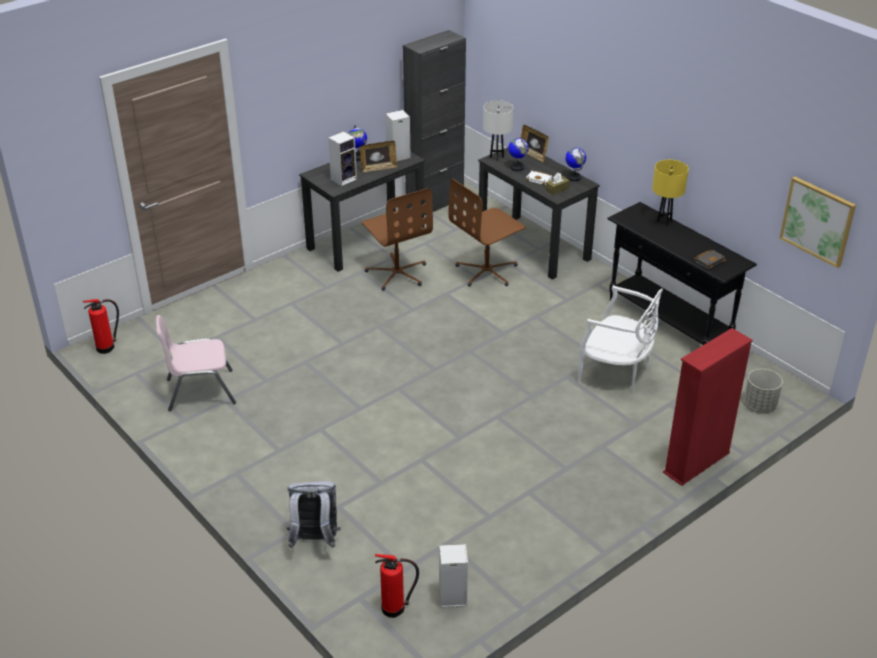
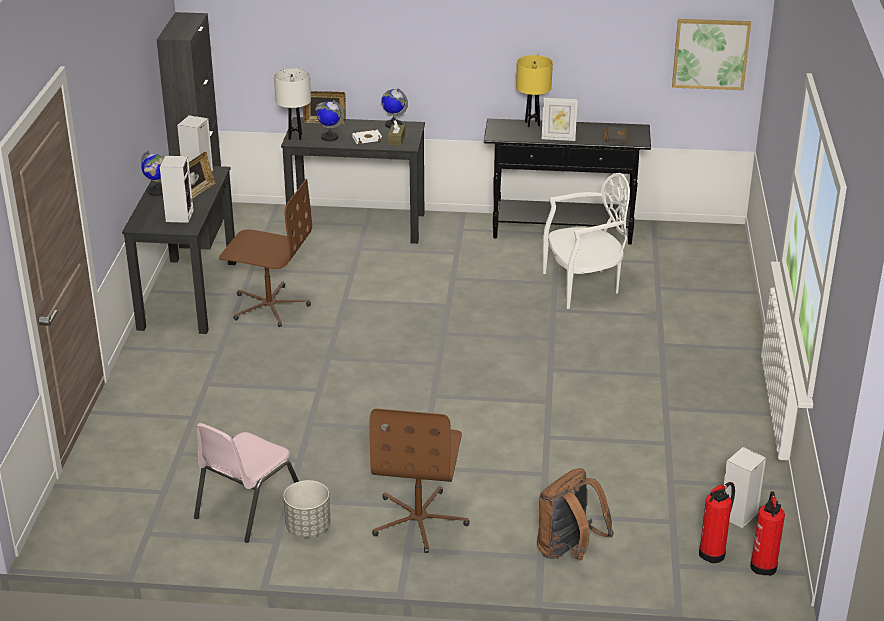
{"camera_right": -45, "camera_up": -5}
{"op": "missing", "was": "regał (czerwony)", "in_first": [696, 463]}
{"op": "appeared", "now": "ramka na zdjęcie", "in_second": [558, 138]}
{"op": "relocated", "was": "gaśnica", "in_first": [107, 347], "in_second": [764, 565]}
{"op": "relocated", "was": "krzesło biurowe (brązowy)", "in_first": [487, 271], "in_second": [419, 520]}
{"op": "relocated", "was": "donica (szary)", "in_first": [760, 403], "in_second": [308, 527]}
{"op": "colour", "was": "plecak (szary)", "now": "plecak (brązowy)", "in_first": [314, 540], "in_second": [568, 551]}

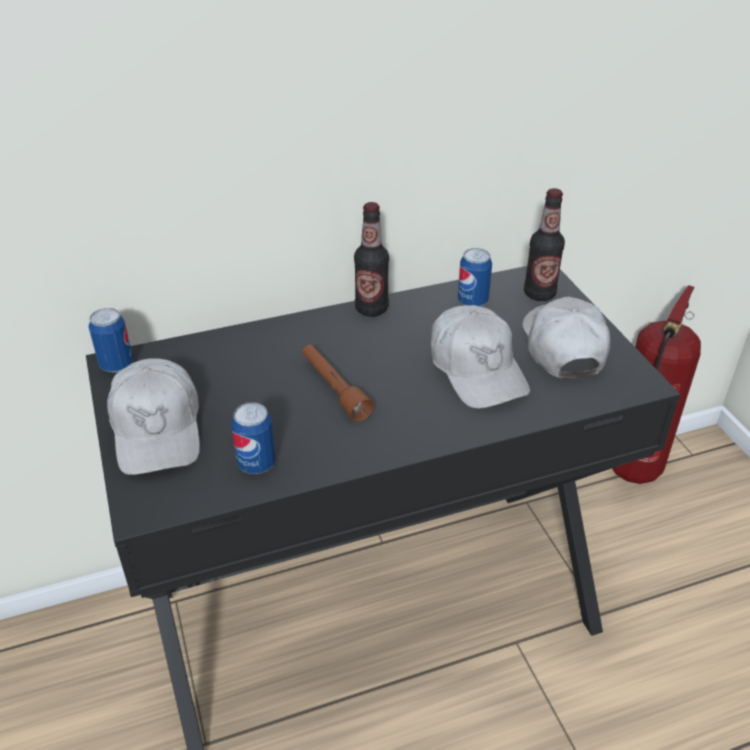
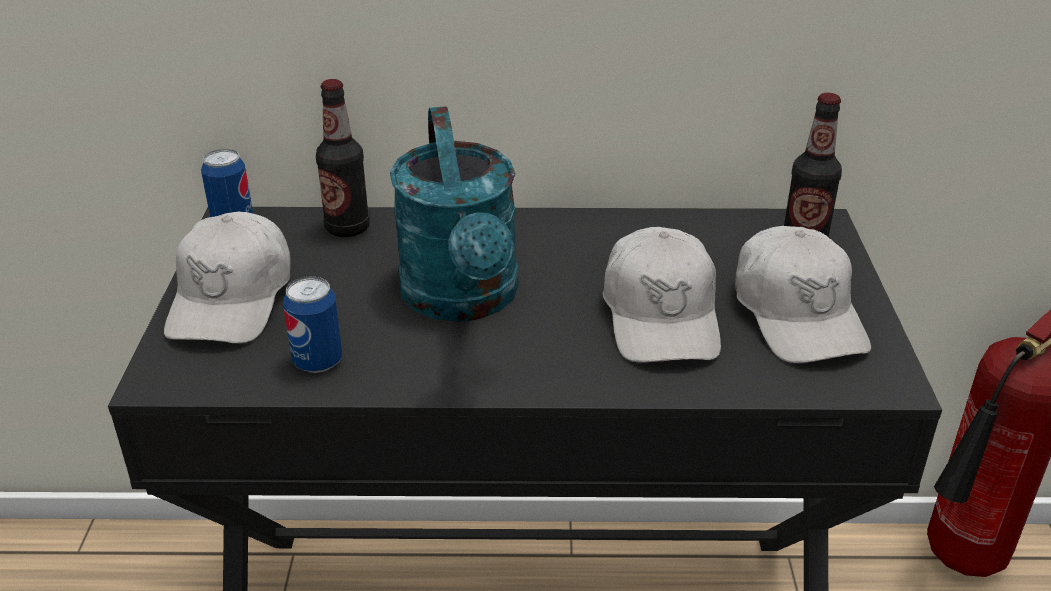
{"camera_right": 20, "camera_up": -5}
{"op": "missing", "was": "puszka", "in_first": [472, 301]}
{"op": "relocated", "was": "butelka", "in_first": [371, 309], "in_second": [347, 228]}
{"op": "exchanged", "was": "latarka (brązowy)", "now": "konewka (turkusowy)", "in_first": [334, 389], "in_second": [464, 300]}
{"op": "spun", "was": "czapka z daszkiem (biały)", "in_first": [562, 347], "in_second": [797, 314], "clockwise": 150}

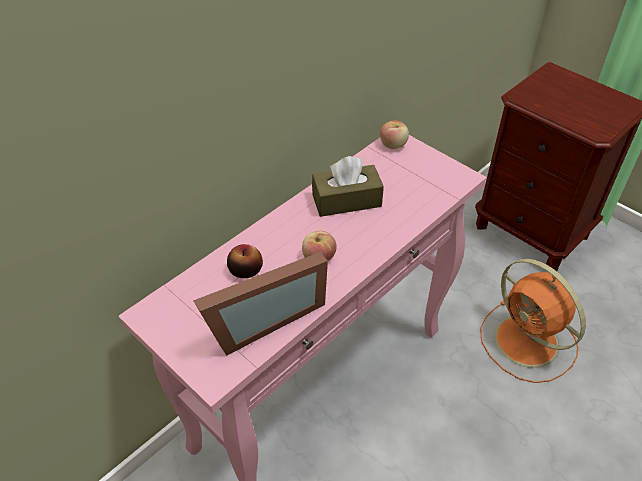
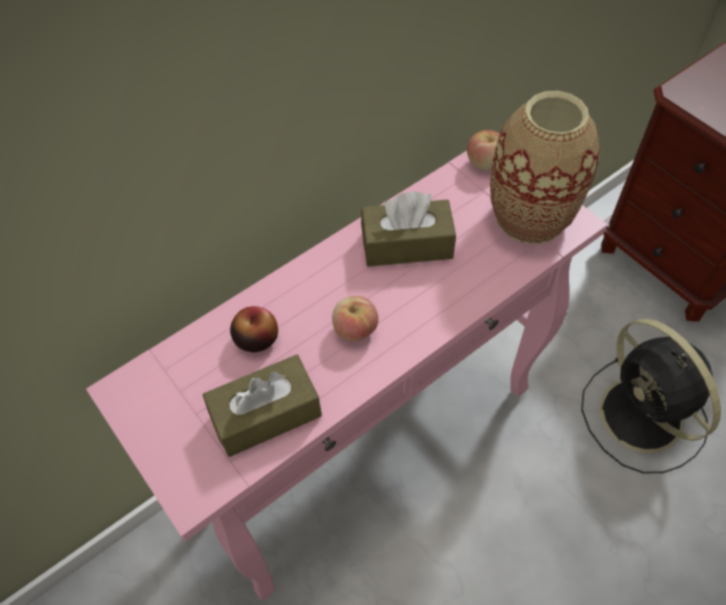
{"camera_right": 10, "camera_up": 10}
{"op": "appeared", "now": "wazon", "in_second": [530, 217]}
{"op": "exchanged", "was": "ramka na zdjęcie", "now": "pudełko chusteczek (brązowy)", "in_first": [262, 319], "in_second": [266, 414]}
{"op": "colour", "was": "wentylator (pomarańczowy)", "now": "wentylator (czarny)", "in_first": [528, 343], "in_second": [643, 418]}

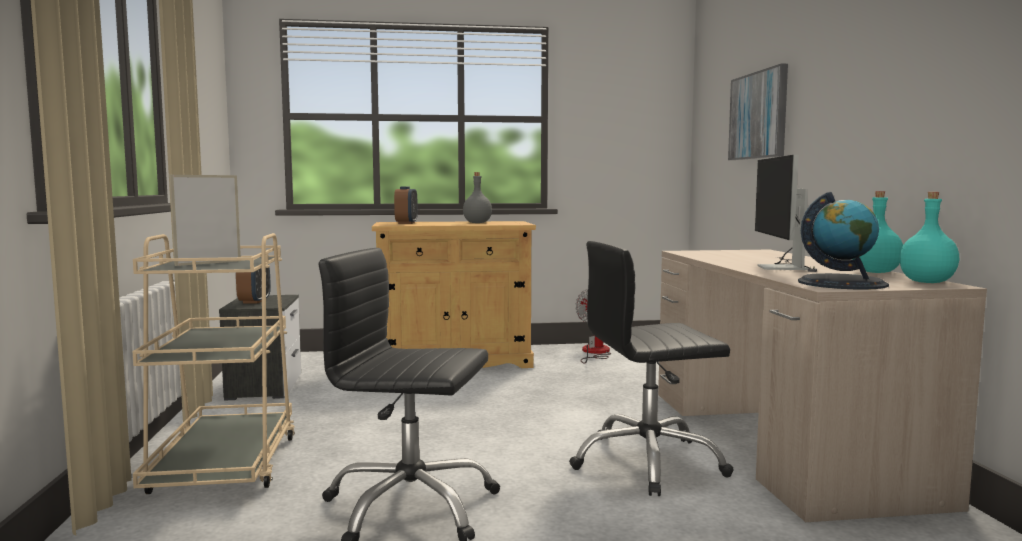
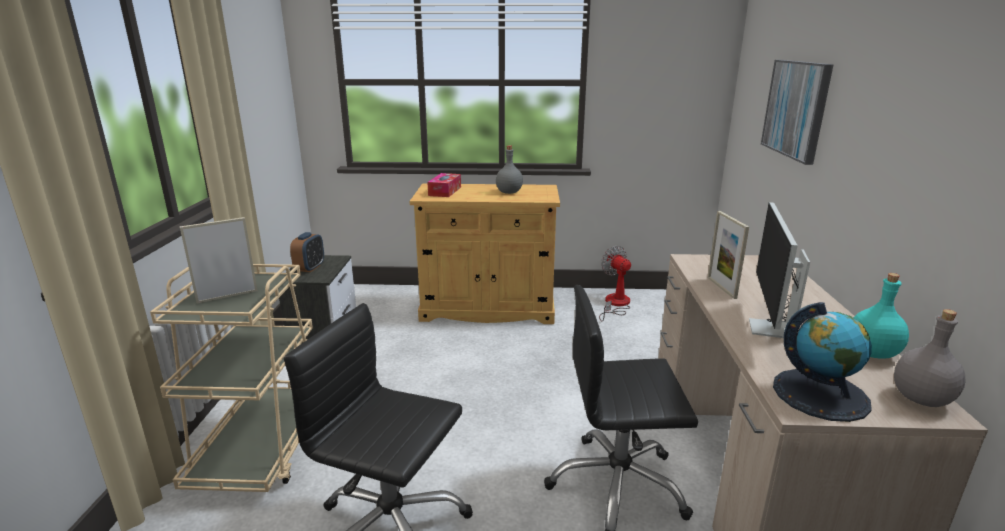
{"camera_right": 10, "camera_up": 15}
{"op": "appeared", "now": "ramka na zdjęcie", "in_second": [721, 287]}
{"op": "exchanged", "was": "budzik", "now": "pudełko chusteczek", "in_first": [406, 223], "in_second": [445, 191]}
{"op": "colour", "was": "butelka (turkusowy)", "now": "butelka (szary)", "in_first": [926, 282], "in_second": [920, 399]}

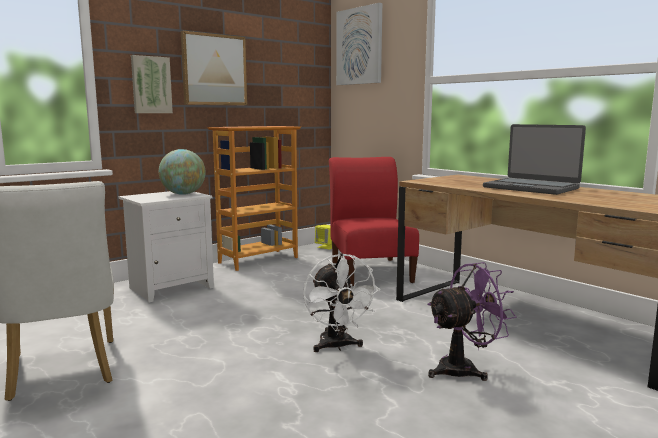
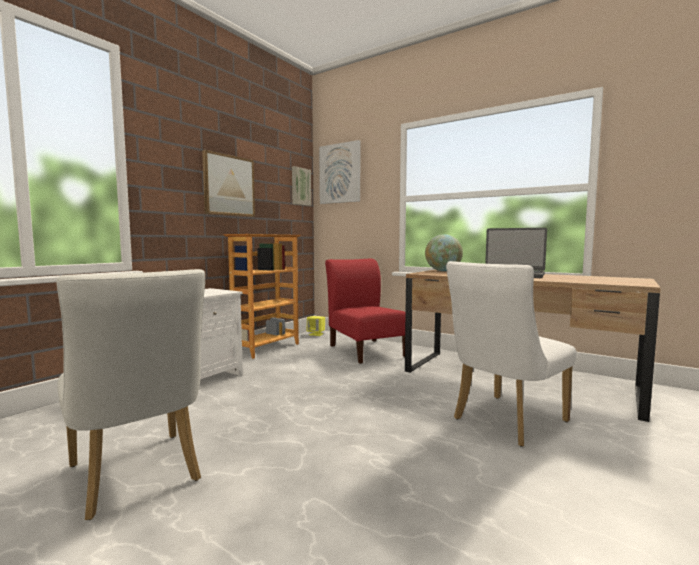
{"camera_right": -15, "camera_up": -5}
{"op": "missing", "was": "wentylator (biały)", "in_first": [337, 346]}
{"op": "relocated", "was": "obraz", "in_first": [151, 85], "in_second": [300, 186]}
{"op": "relocated", "was": "globus", "in_first": [183, 194], "in_second": [443, 271]}
{"op": "exchanged", "was": "wentylator (fioletowy)", "now": "krzesło (biały)", "in_first": [464, 369], "in_second": [504, 422]}

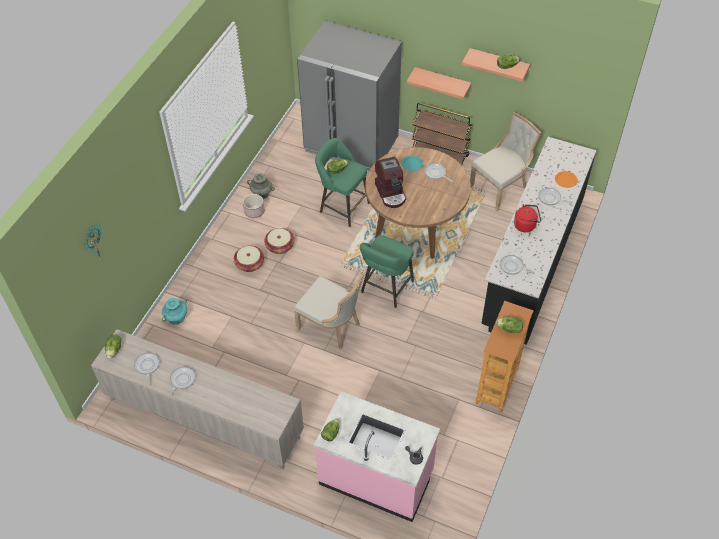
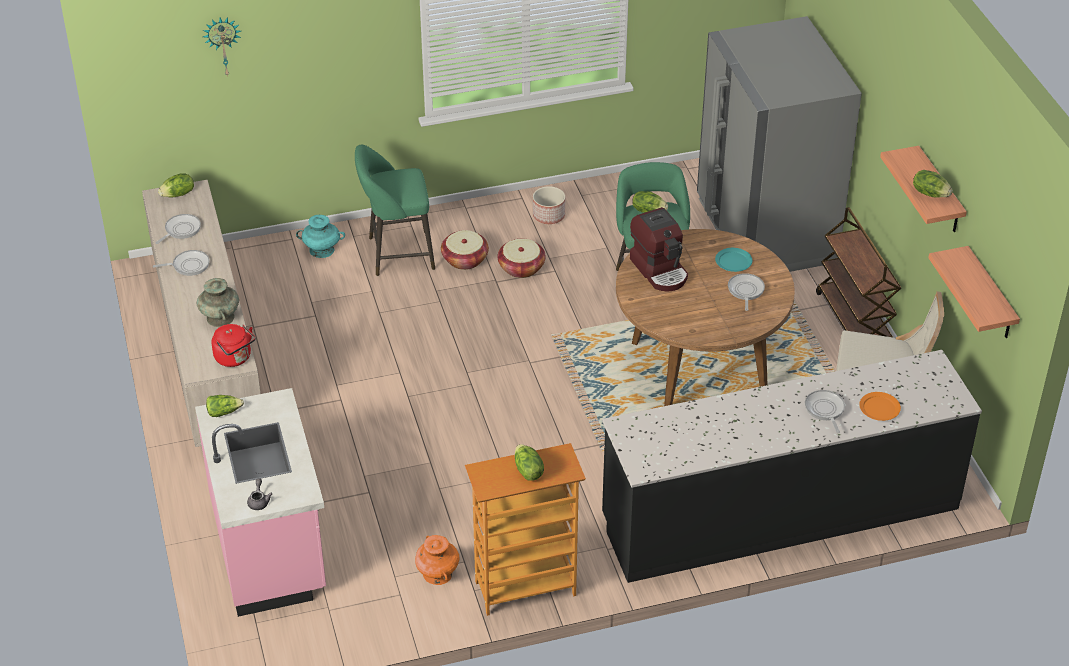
{"camera_right": 50, "camera_up": -10}
{"op": "missing", "was": "krzesło (beżowy)", "in_first": [331, 327]}
{"op": "missing", "was": "patelnia", "in_first": [512, 267]}
{"op": "appeared", "now": "wazon (pomarańczowy)", "in_second": [437, 573]}
{"op": "relocated", "was": "wazon (turkusowy)", "in_first": [262, 193], "in_second": [220, 318]}
{"op": "relocated", "was": "stołek (zielony)", "in_first": [385, 289], "in_second": [397, 254]}
{"op": "relocated", "was": "półka", "in_first": [442, 82], "in_second": [990, 295]}
{"op": "relocated", "was": "czajnik (czerwony)", "in_first": [526, 225], "in_second": [235, 358]}
{"op": "spun", "was": "ekspres do kawy", "in_first": [391, 193], "in_second": [660, 270], "clockwise": -60}

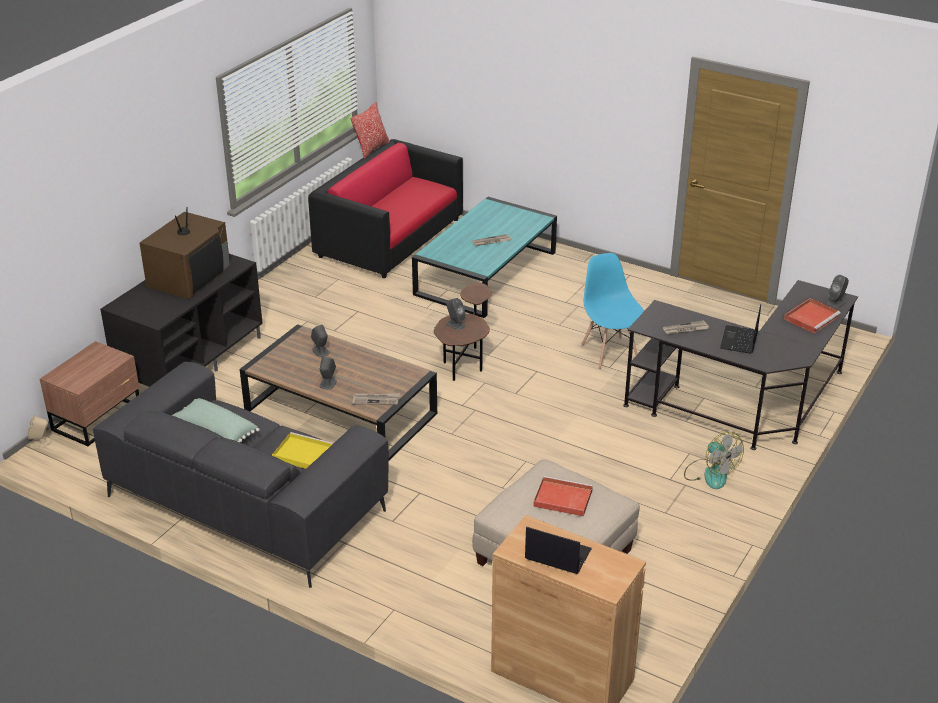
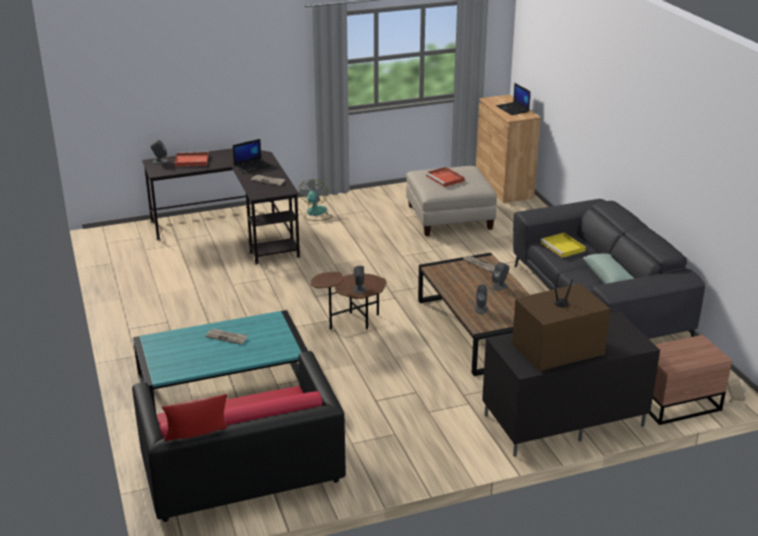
{"camera_right": -140, "camera_up": -5}
{"op": "missing", "was": "krzesło (niebieski)", "in_first": [609, 353]}

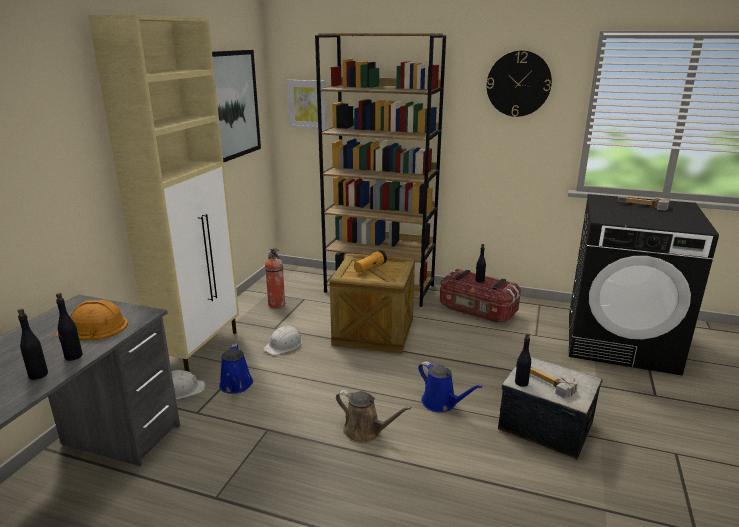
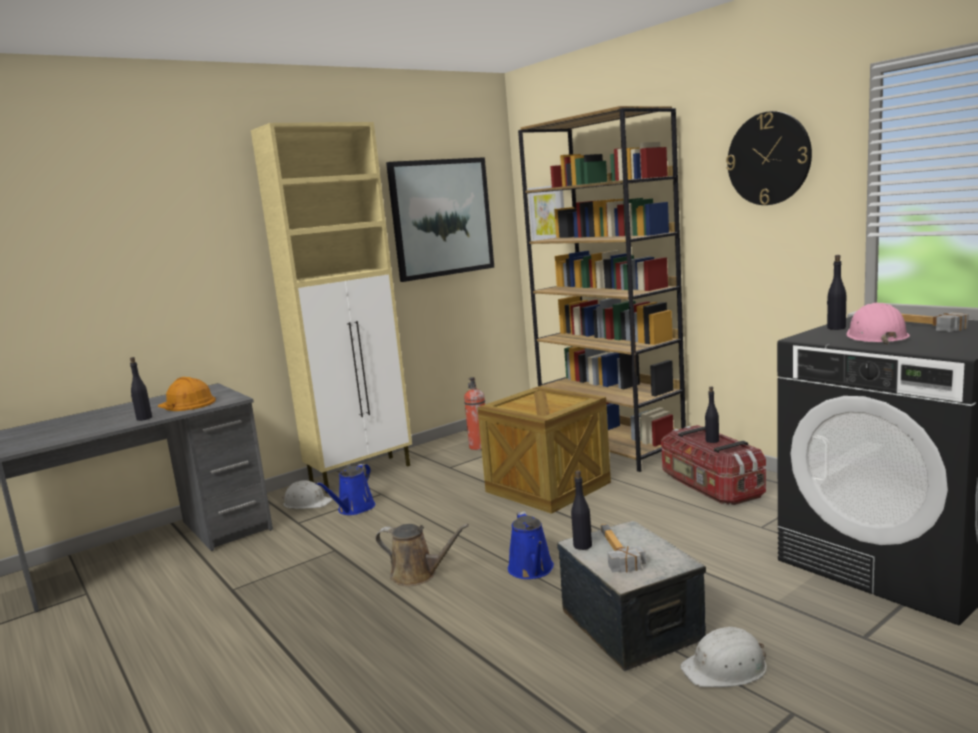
{"camera_right": 35, "camera_up": -10}
{"op": "missing", "was": "latarka", "in_first": [370, 268]}
{"op": "appeared", "now": "kask (różowy)", "in_second": [875, 336]}
{"op": "relocated", "was": "butelka (czarny)", "in_first": [38, 375], "in_second": [836, 328]}
{"op": "relocated", "was": "kask (biały)", "in_first": [284, 345], "in_second": [726, 668]}
{"op": "spun", "was": "konewka (brązowy)", "in_first": [365, 431], "in_second": [418, 575], "clockwise": -45}

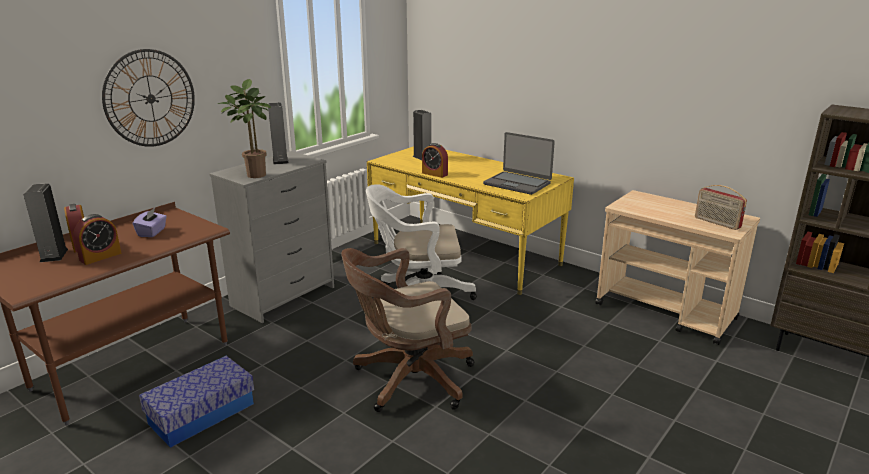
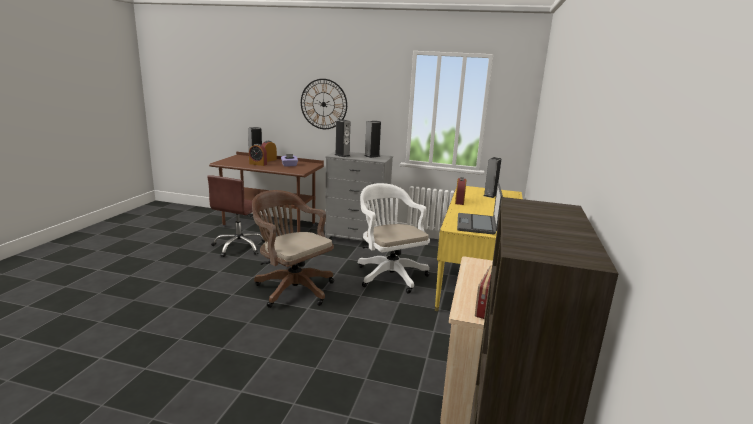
{"camera_right": 65, "camera_up": -5}
{"op": "exchanged", "was": "pojemnik do przechowywania", "now": "krzesło biurowe (brązowy)", "in_first": [201, 414], "in_second": [239, 247]}
{"op": "exchanged", "was": "roślina doniczkowa", "now": "głośnik", "in_first": [253, 174], "in_second": [342, 155]}

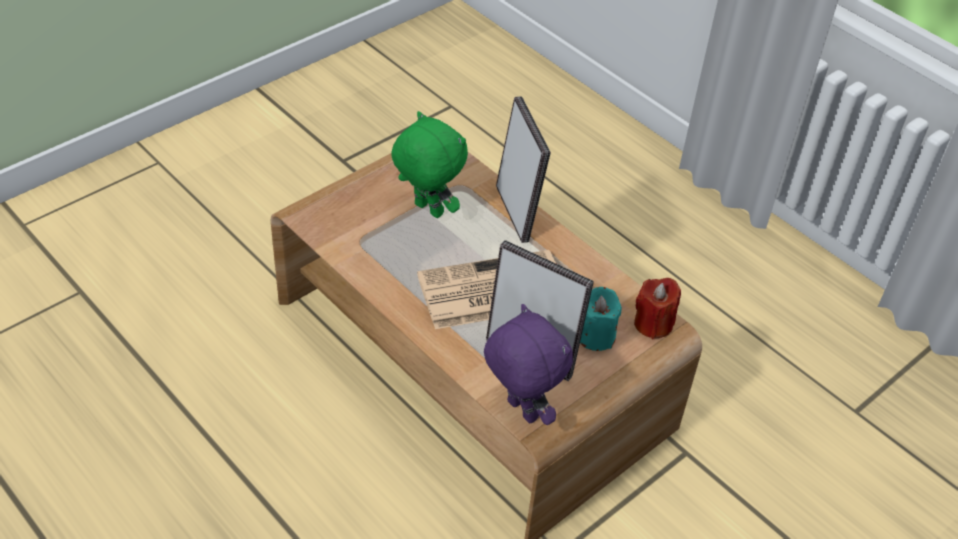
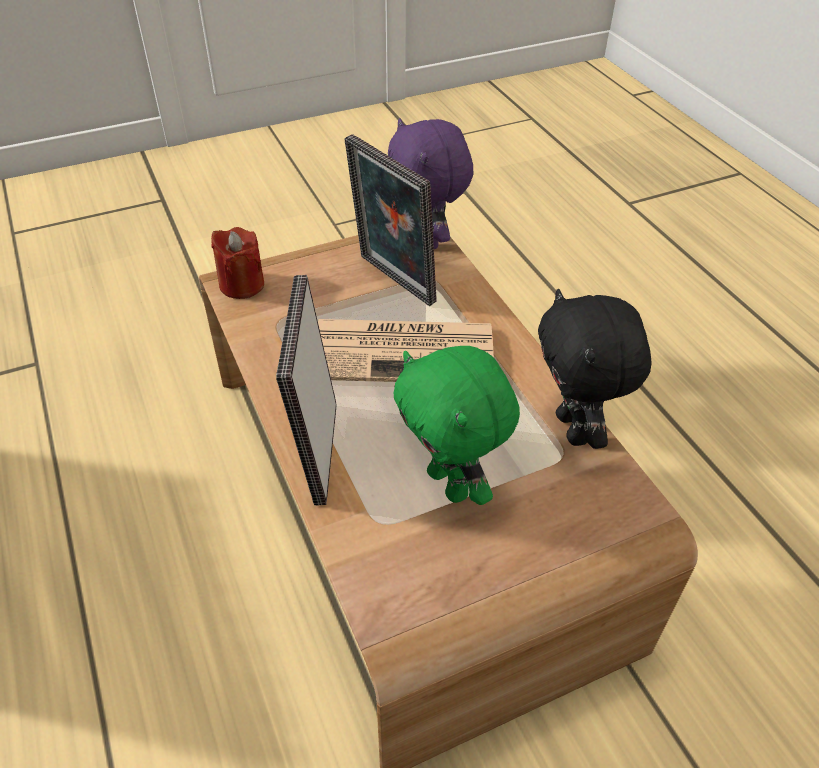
{"camera_right": -160, "camera_up": 0}
{"op": "missing", "was": "świeca (turkusowy)", "in_first": [595, 336]}
{"op": "appeared", "now": "pluszak (czarny)", "in_second": [574, 429]}

